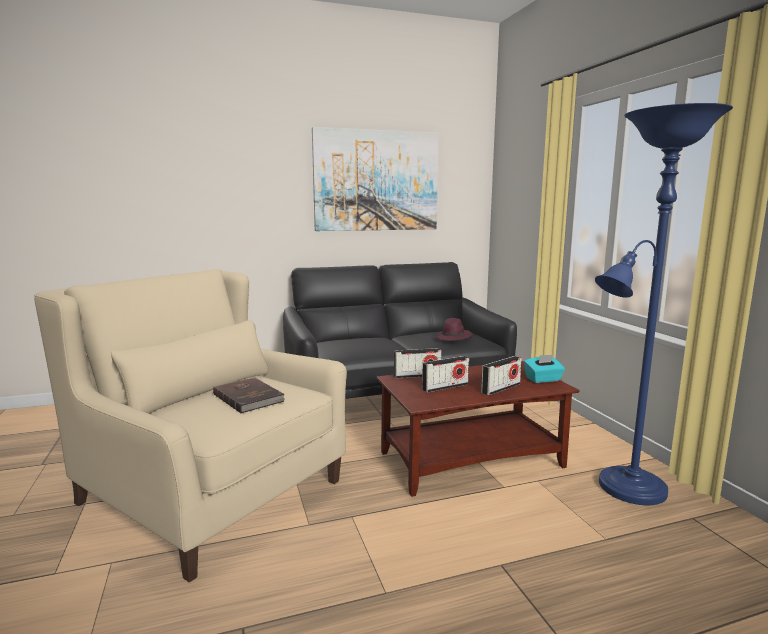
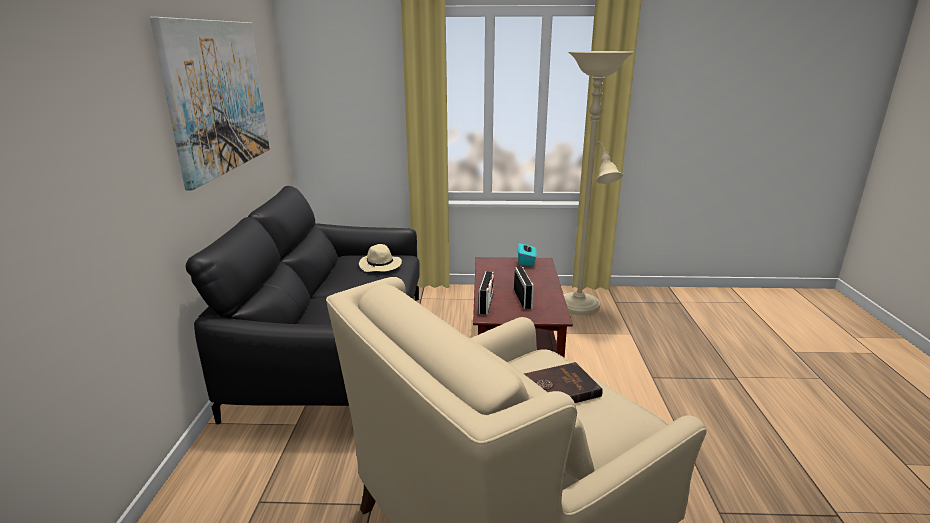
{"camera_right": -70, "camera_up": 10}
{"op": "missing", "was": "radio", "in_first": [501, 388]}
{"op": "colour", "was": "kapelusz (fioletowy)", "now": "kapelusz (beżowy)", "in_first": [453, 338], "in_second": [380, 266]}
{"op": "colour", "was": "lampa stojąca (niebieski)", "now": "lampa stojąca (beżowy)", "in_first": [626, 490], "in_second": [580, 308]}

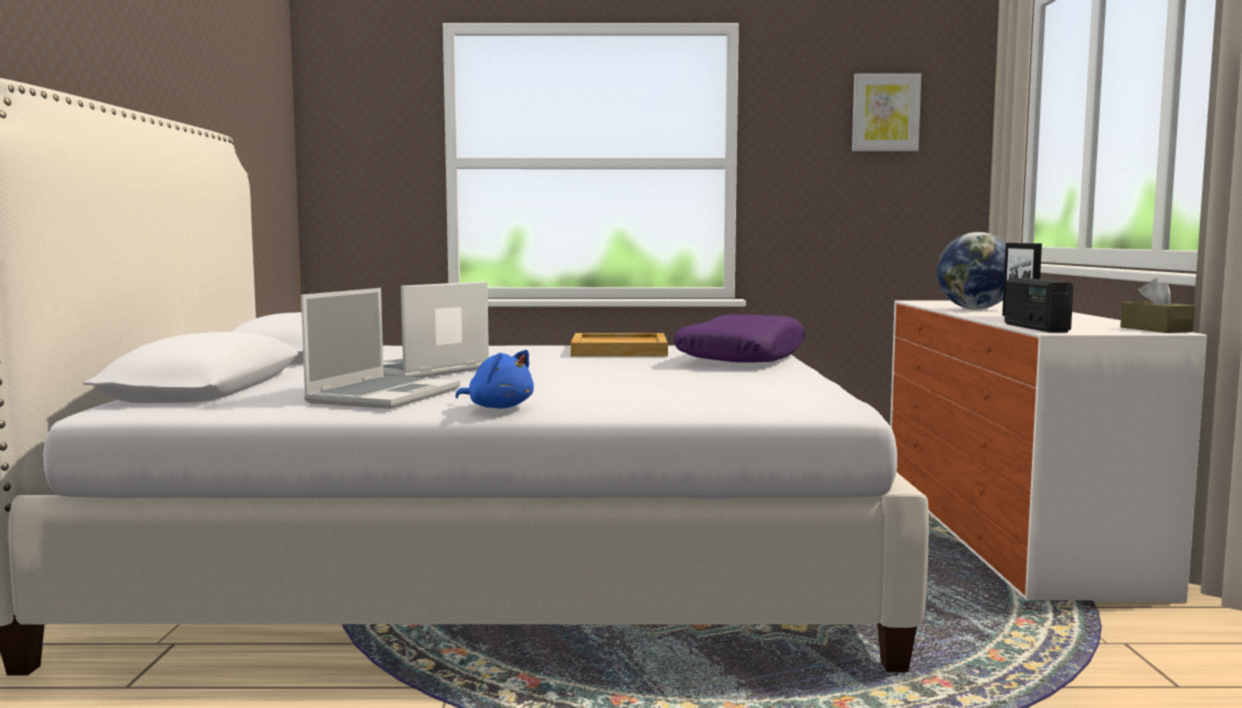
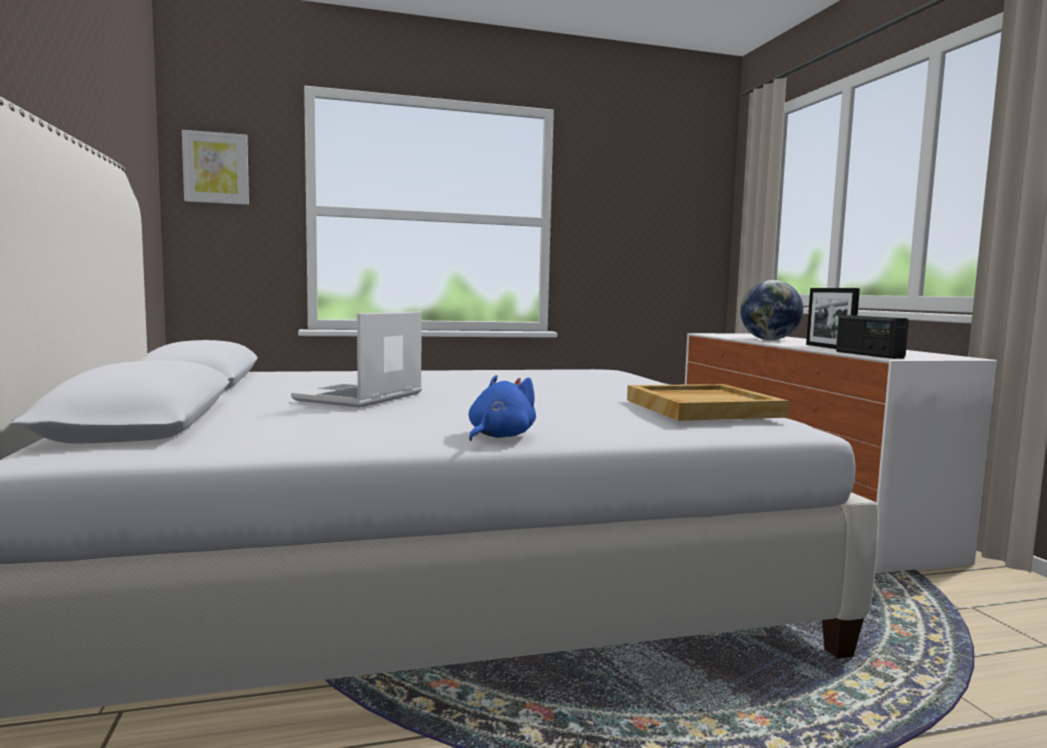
{"camera_right": -15, "camera_up": 0}
{"op": "missing", "was": "laptop", "in_first": [384, 395]}
{"op": "missing", "was": "poduszka (fioletowy)", "in_first": [741, 358]}
{"op": "missing", "was": "pudełko chusteczek (brązowy)", "in_first": [1155, 329]}
{"op": "relocated", "was": "taca (beżowy)", "in_first": [620, 350], "in_second": [703, 408]}
{"op": "relocated", "was": "obraz", "in_first": [885, 113], "in_second": [216, 168]}
{"op": "spun", "was": "pluszak (niebieski)", "in_first": [498, 407], "in_second": [499, 436], "clockwise": -75}

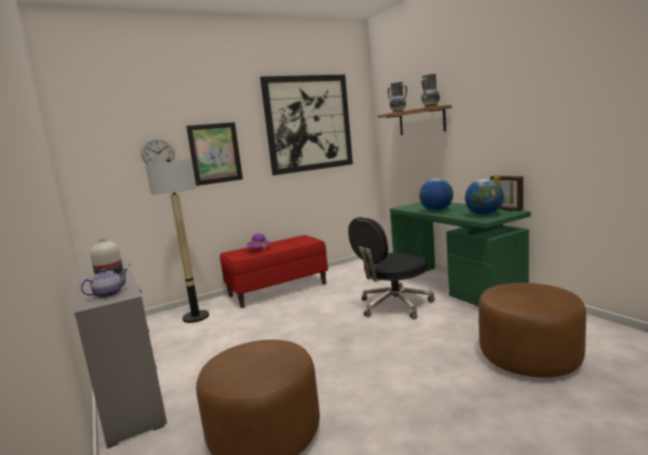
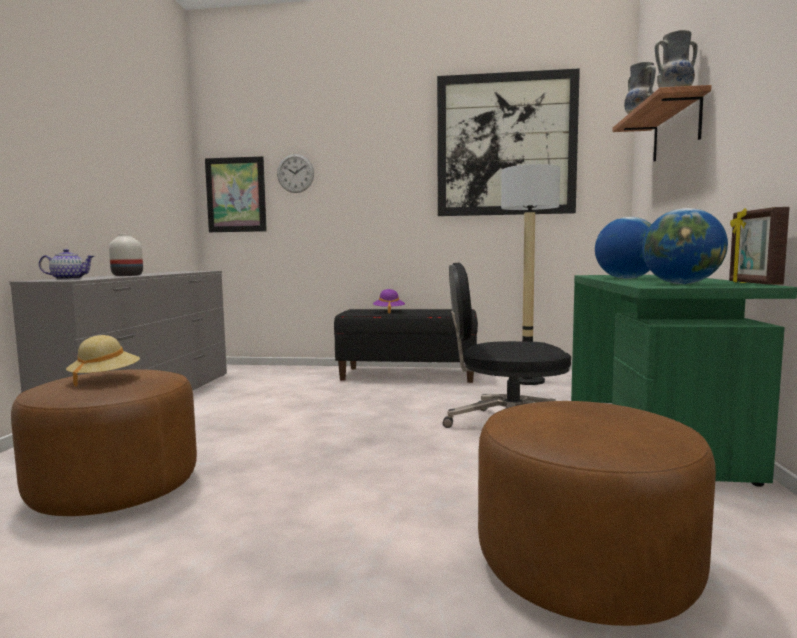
{"camera_right": 35, "camera_up": -5}
{"op": "appeared", "now": "kapelusz (beżowy)", "in_second": [105, 379]}
{"op": "relocated", "was": "lampa stojąca", "in_first": [196, 317], "in_second": [527, 380]}
{"op": "relocated", "was": "obraz", "in_first": [215, 153], "in_second": [236, 195]}
{"op": "colour", "was": "ławka (czerwony)", "now": "ławka (czarny)", "in_first": [278, 289], "in_second": [408, 374]}

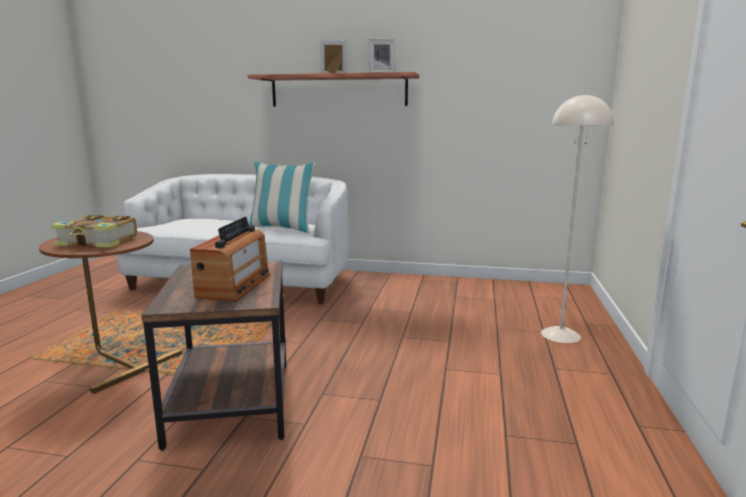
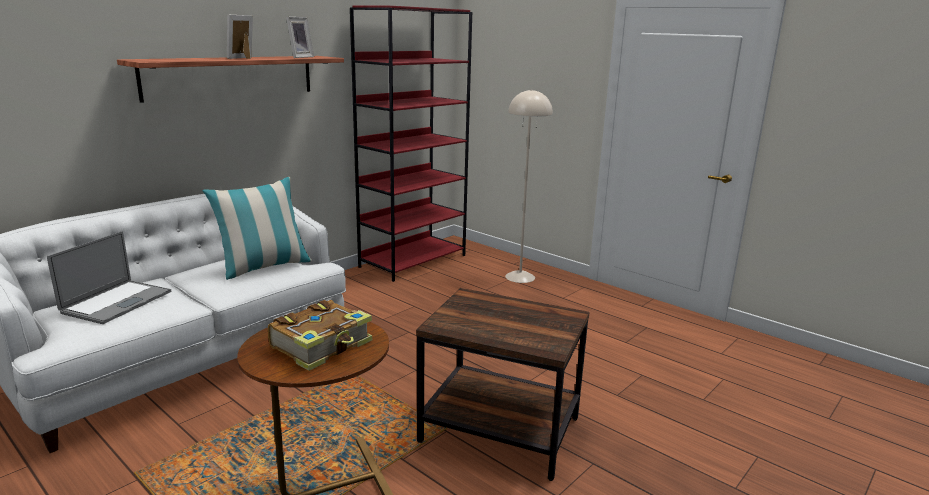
{"camera_right": -60, "camera_up": 5}
{"op": "missing", "was": "radio", "in_first": [234, 285]}
{"op": "appeared", "now": "laptop", "in_second": [117, 302]}
{"op": "appeared", "now": "regał (czerwony)", "in_second": [413, 261]}

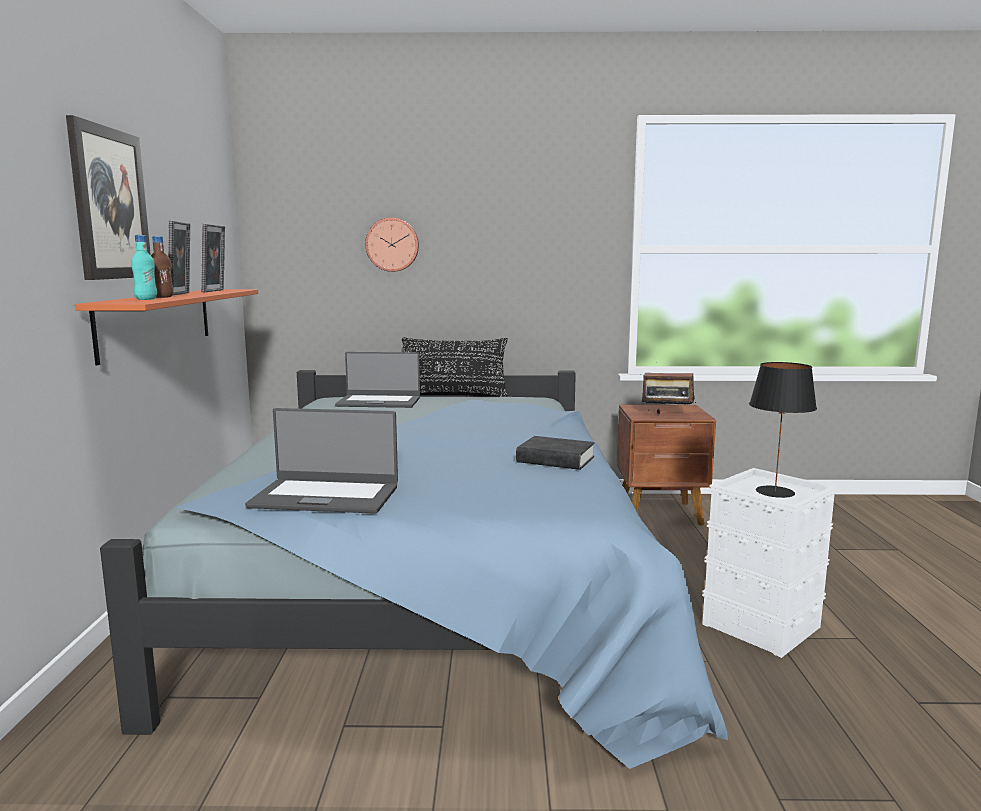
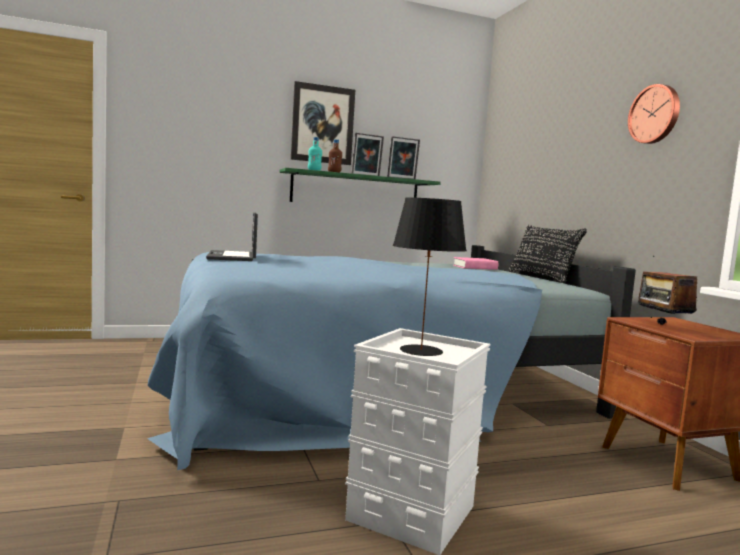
{"camera_right": 70, "camera_up": -5}
{"op": "missing", "was": "książka (czarny)", "in_first": [555, 460]}
{"op": "relocated", "was": "zegar ścienny", "in_first": [392, 244], "in_second": [655, 114]}
{"op": "exchanged", "was": "laptop", "now": "książka (różowy)", "in_first": [379, 402], "in_second": [475, 267]}
{"op": "colour", "was": "półka (pomarańczowy)", "now": "półka (zielony)", "in_first": [157, 321], "in_second": [355, 191]}

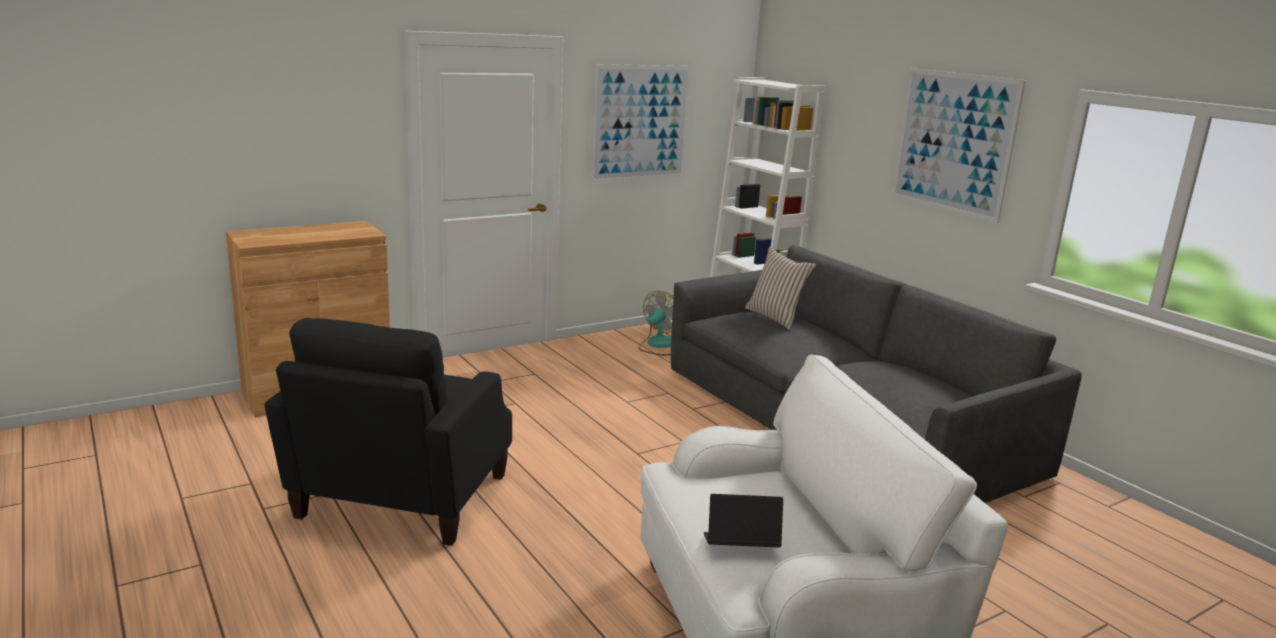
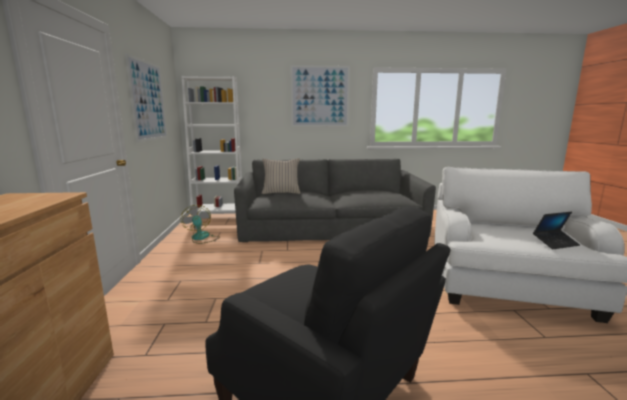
{"camera_right": -60, "camera_up": -5}
{"op": "spun", "was": "laptop", "in_first": [740, 547], "in_second": [555, 243], "clockwise": -135}

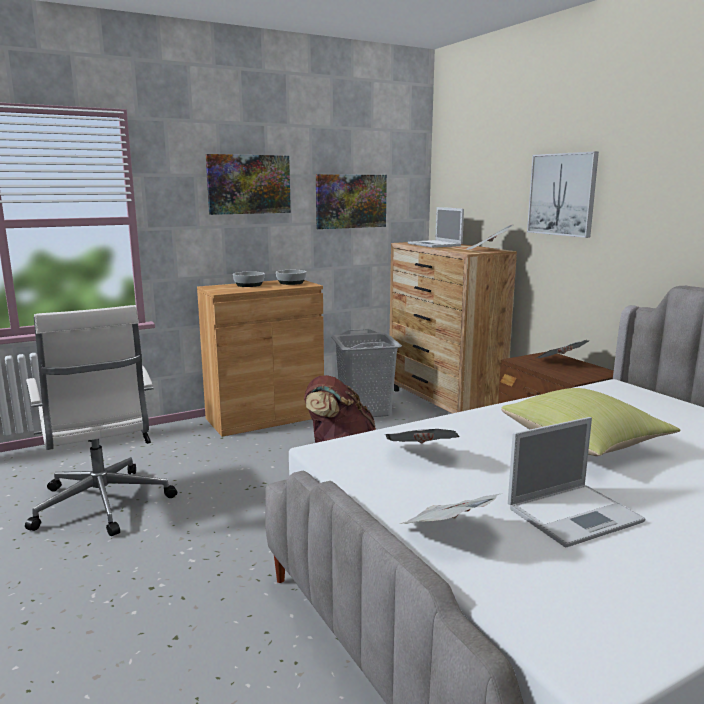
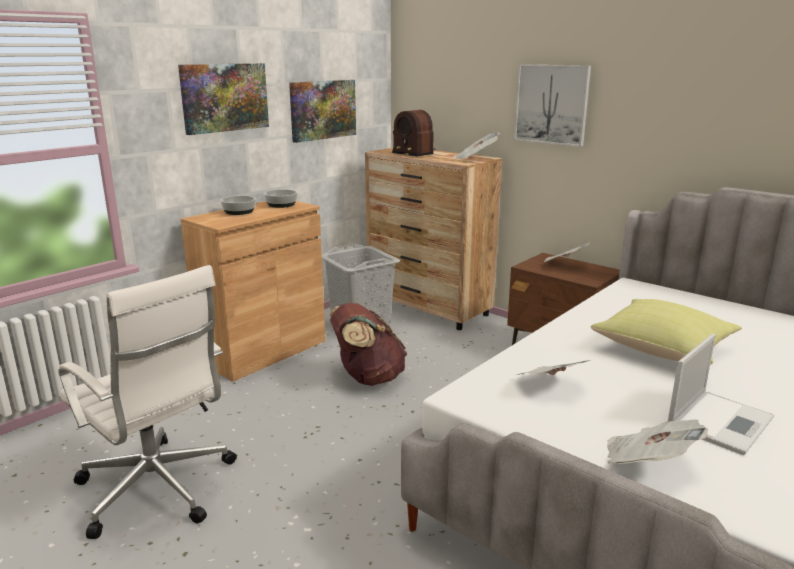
{"camera_right": -20, "camera_up": 5}
{"op": "exchanged", "was": "laptop", "now": "radio", "in_first": [435, 245], "in_second": [414, 153]}

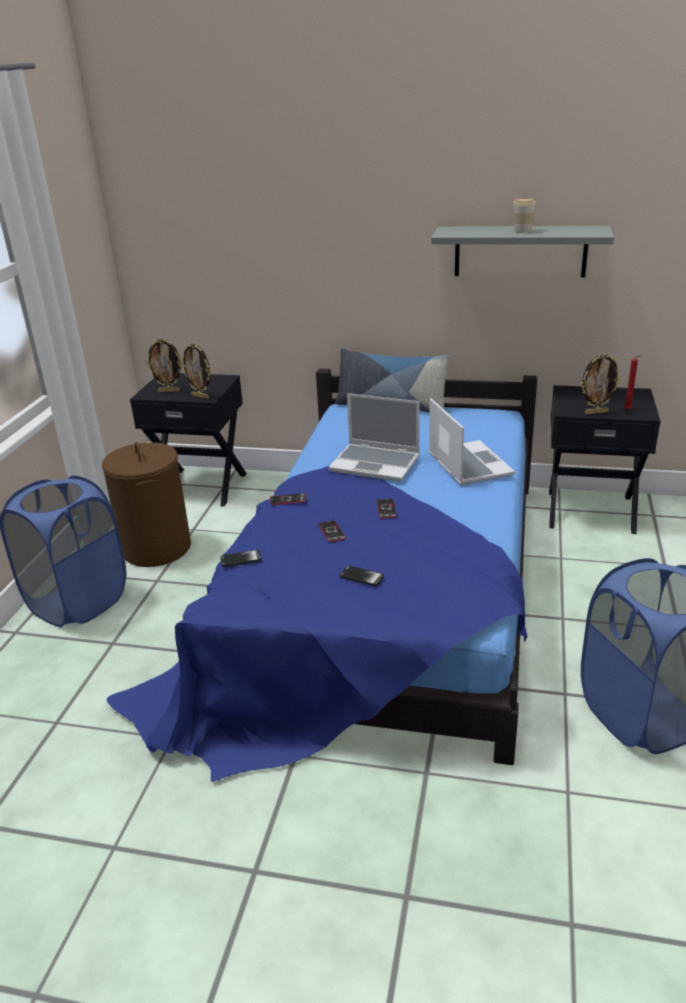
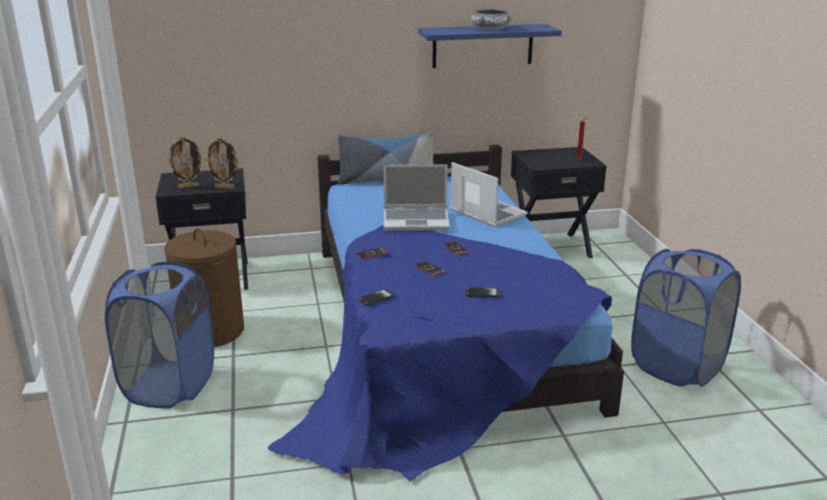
{"camera_right": -25, "camera_up": -5}
{"op": "missing", "was": "ramka na zdjęcie", "in_first": [596, 412]}
{"op": "exchanged", "was": "filiżanka", "now": "miska", "in_first": [522, 231], "in_second": [490, 29]}
{"op": "colour", "was": "półka (szary)", "now": "półka (niebieski)", "in_first": [520, 251], "in_second": [482, 46]}

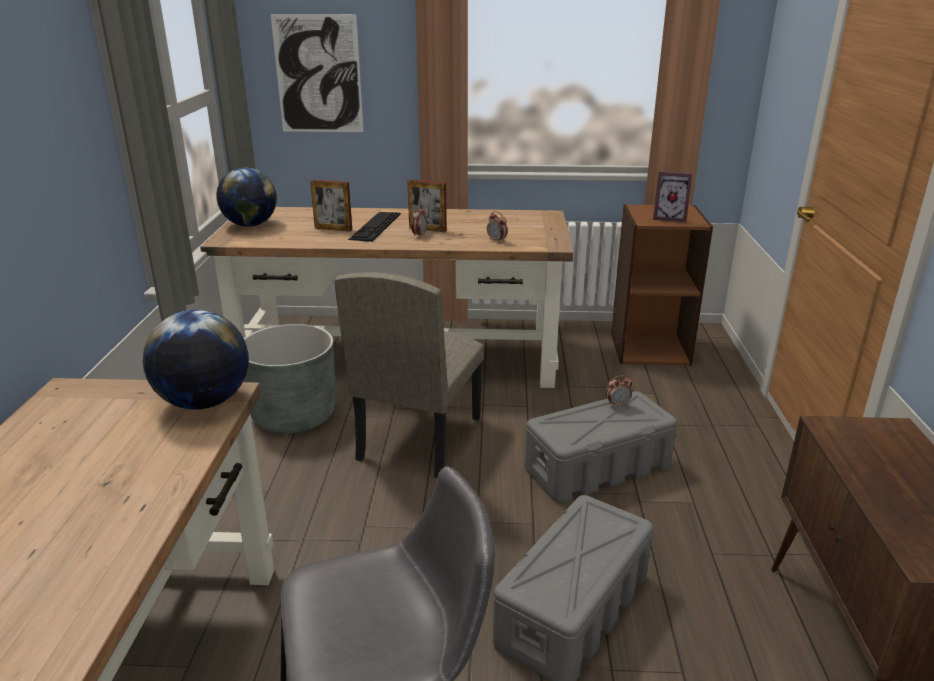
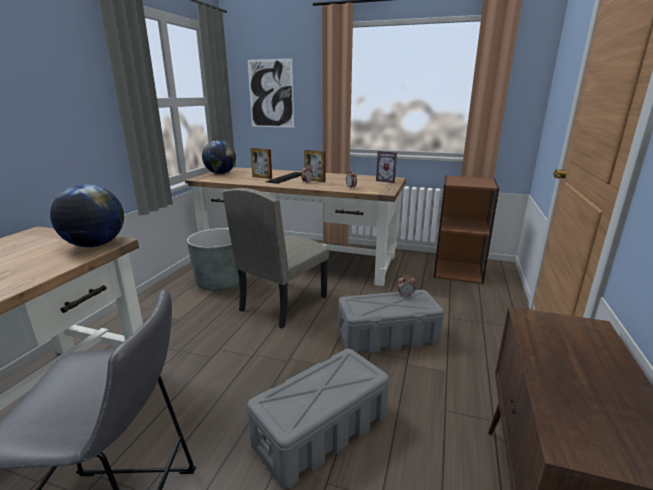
{"camera_right": 15, "camera_up": -5}
{"op": "relocated", "was": "ramka na zdjęcie", "in_first": [669, 218], "in_second": [387, 181]}

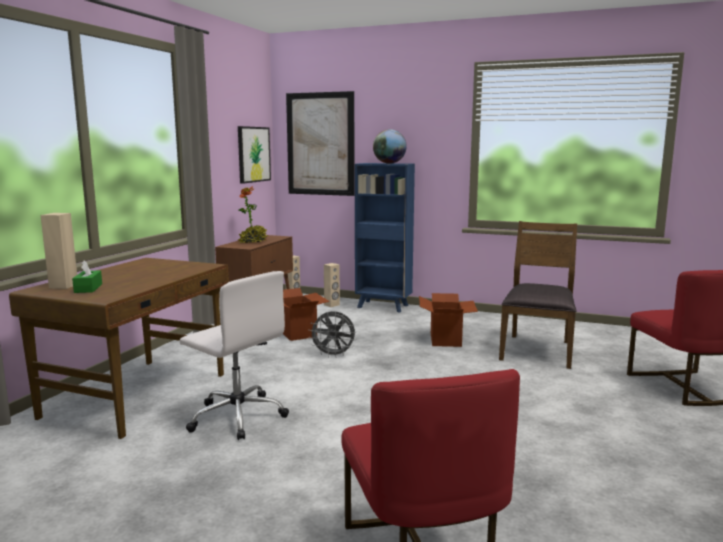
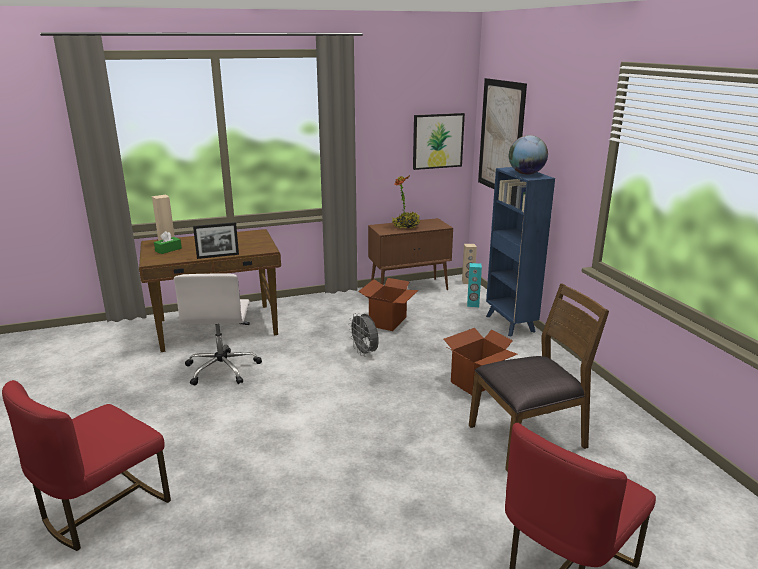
{"camera_right": 50, "camera_up": 10}
{"op": "appeared", "now": "ramka na zdjęcie", "in_second": [218, 256]}
{"op": "colour", "was": "głośnik (beżowy)", "now": "głośnik (turkusowy)", "in_first": [332, 305], "in_second": [473, 304]}

